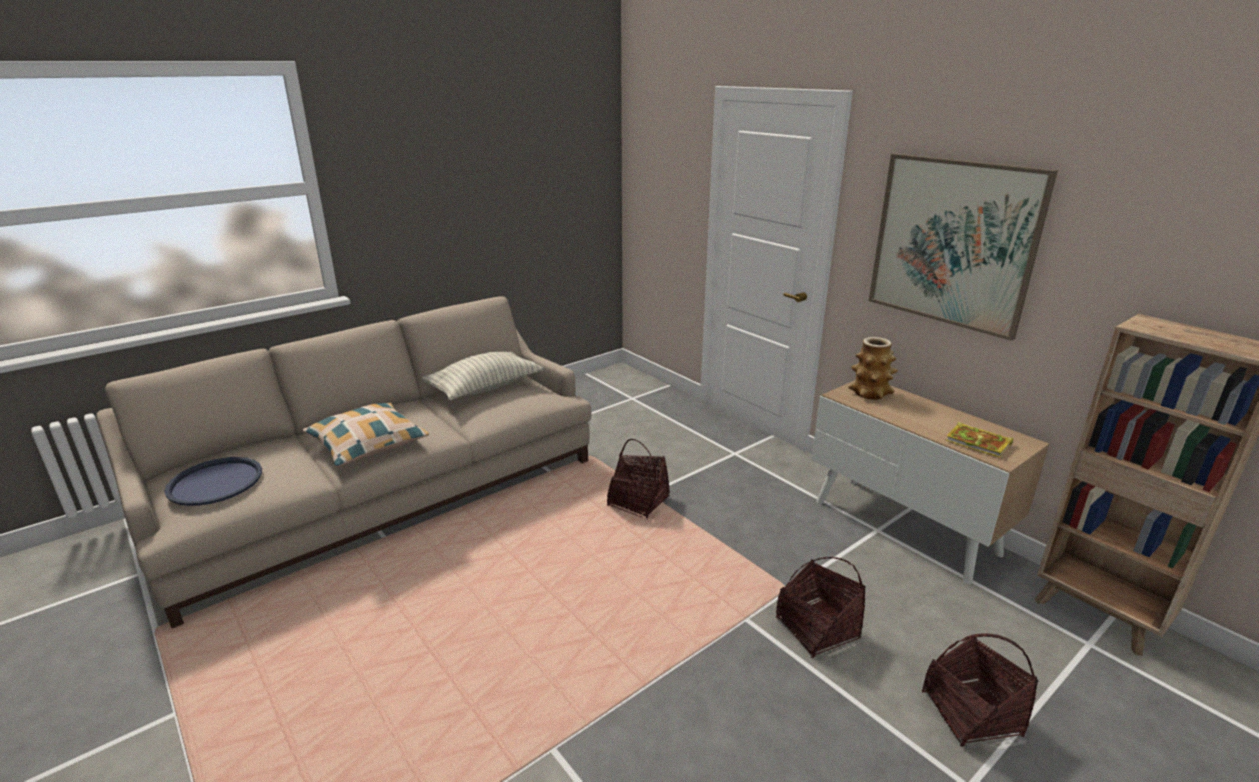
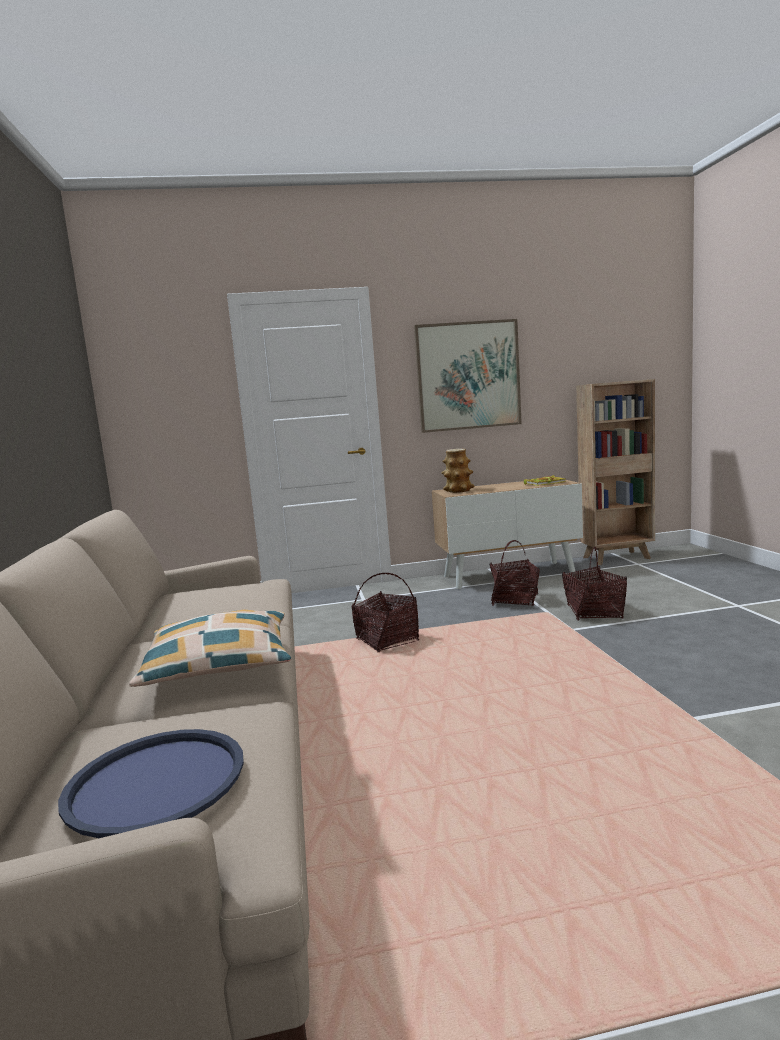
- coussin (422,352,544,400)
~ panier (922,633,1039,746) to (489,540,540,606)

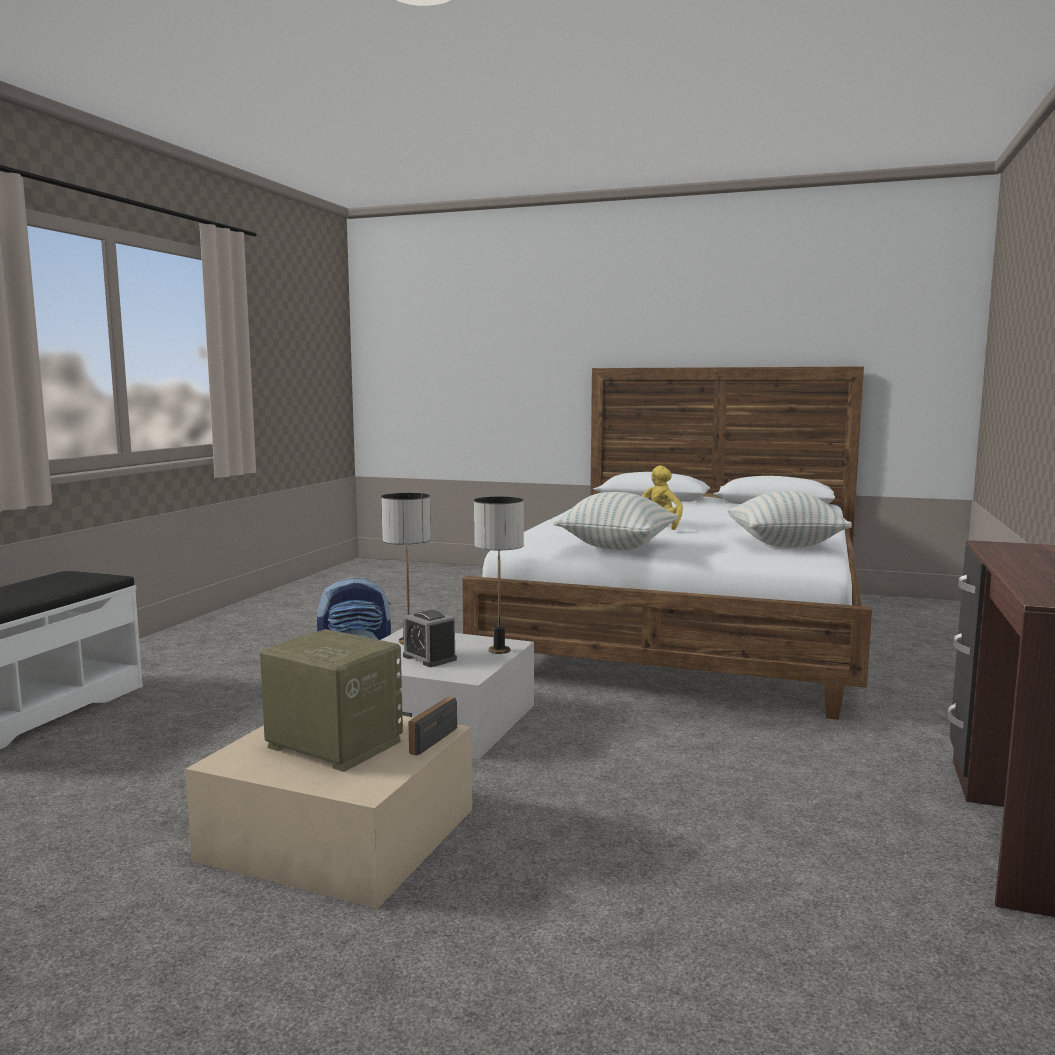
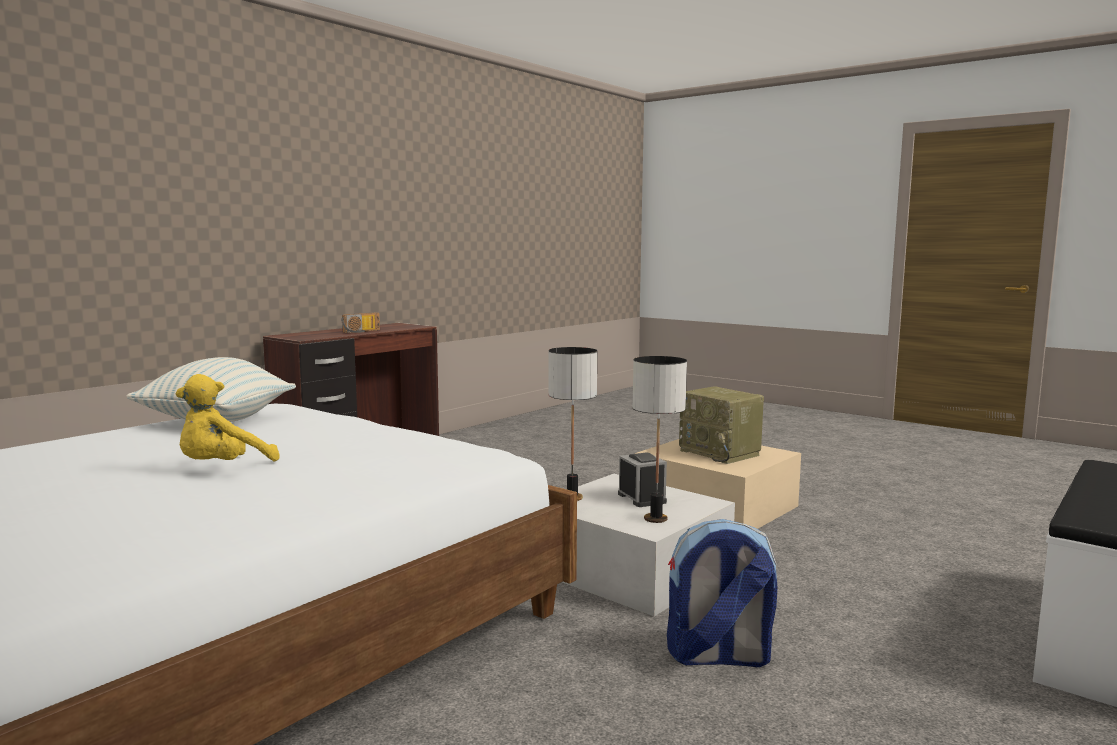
- coussin (553,492,678,550)
~ radio (408,697,457,755) to (341,312,380,333)

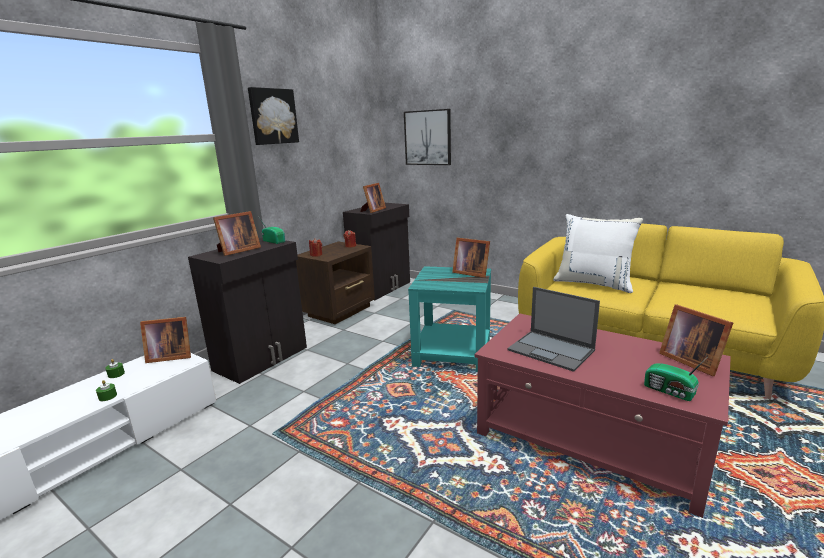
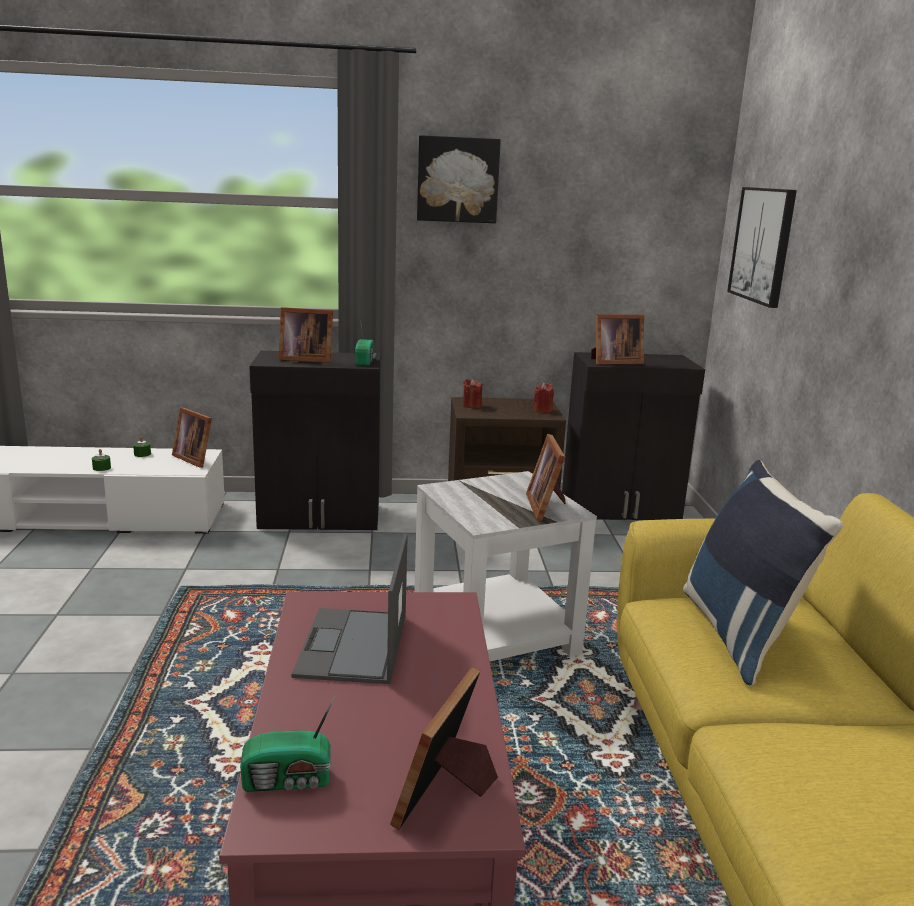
~ coussin/blanc (553,214,643,293) to coussin/bleu (683,460,843,686)
~ table d'appoint/turquoise (408,266,491,372) to table d'appoint/blanc (414,471,597,661)
~ radio (644,358,707,401) = (240,695,336,792) 105 degrees counterclockwise

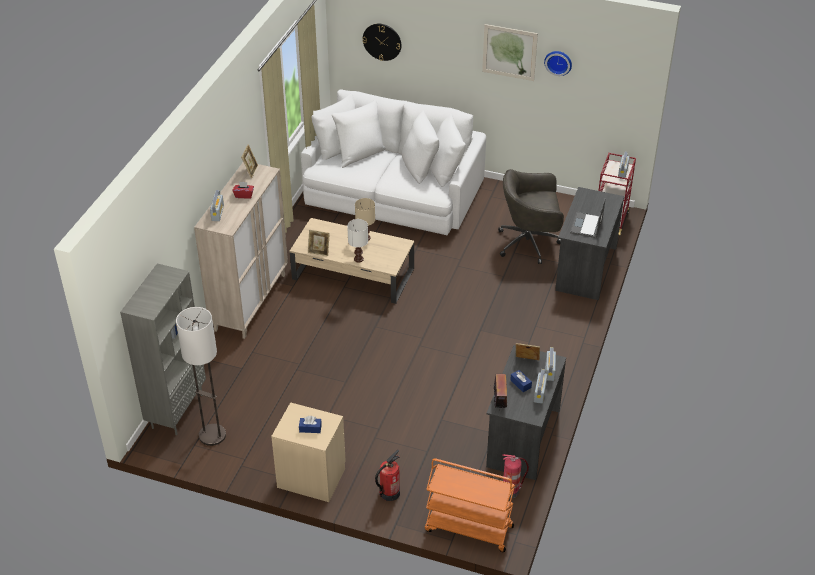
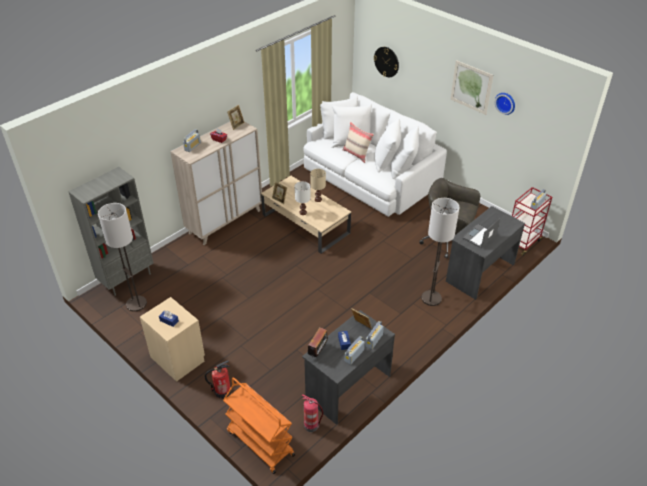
+ coussin/beige (343,122,374,163)
+ lampadaire (421,198,459,306)

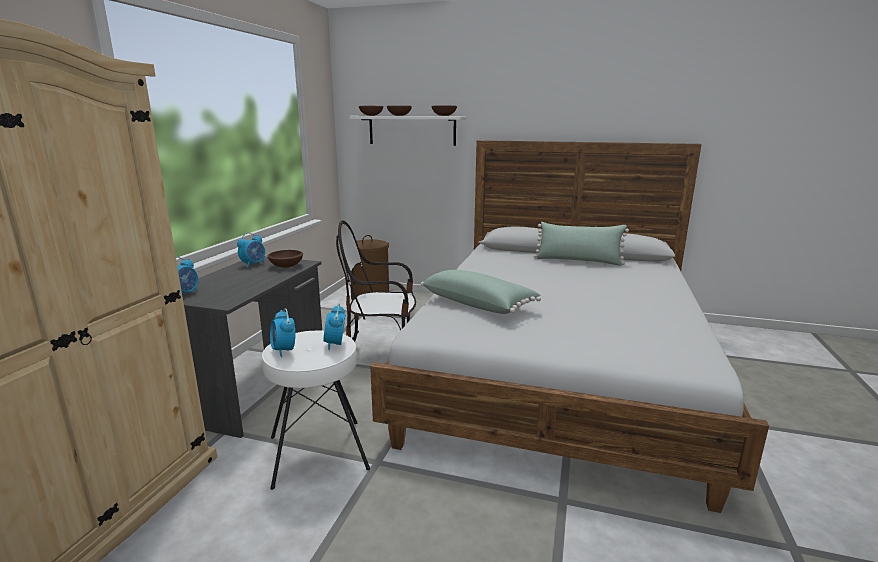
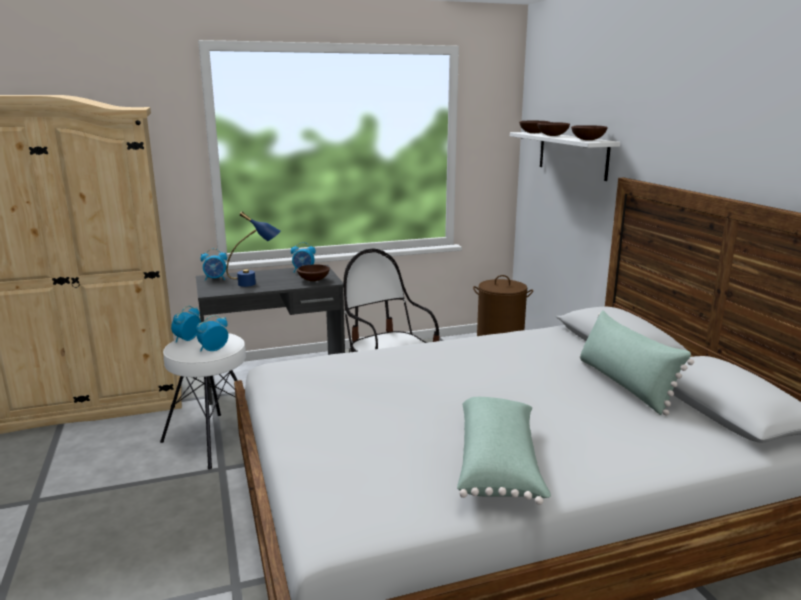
~ coussin/vert (421,270,541,314) to (457,397,551,505)
+ lampe de table/bleu (226,212,281,287)

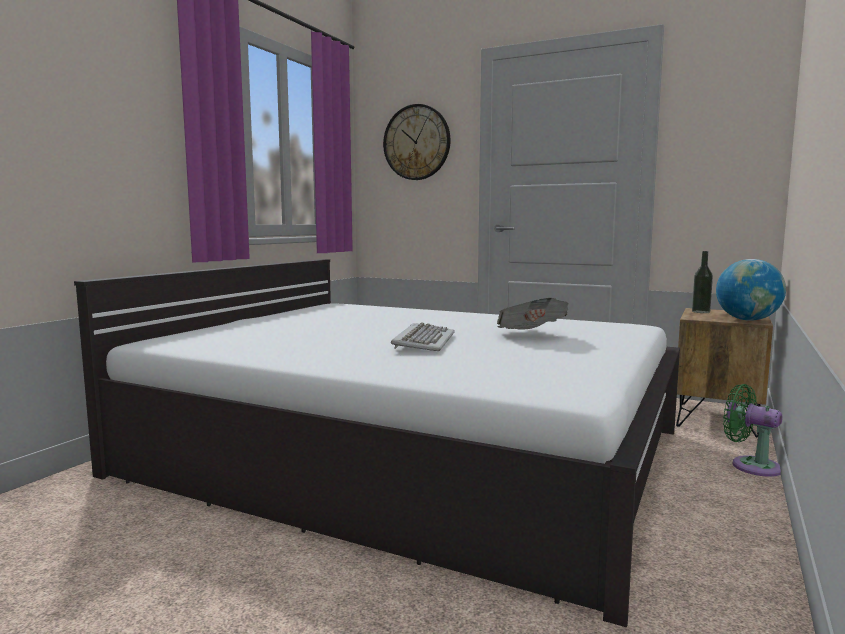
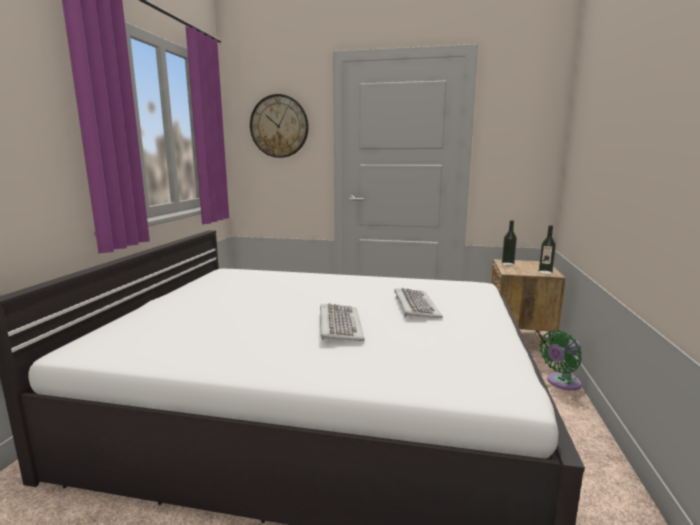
~ globe (716,259,786,321) to bouteille (539,225,556,274)
~ journal (497,298,569,330) to clavier (394,288,443,318)
~ ventilateur/vert (723,384,782,477) = (540,330,582,390) 60 degrees counterclockwise

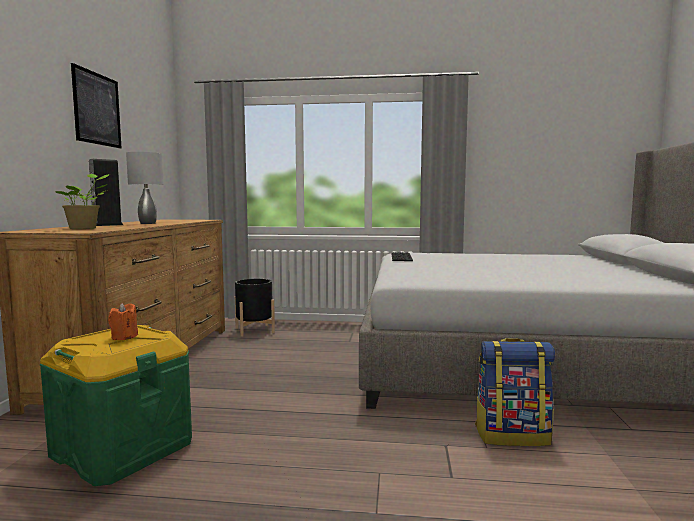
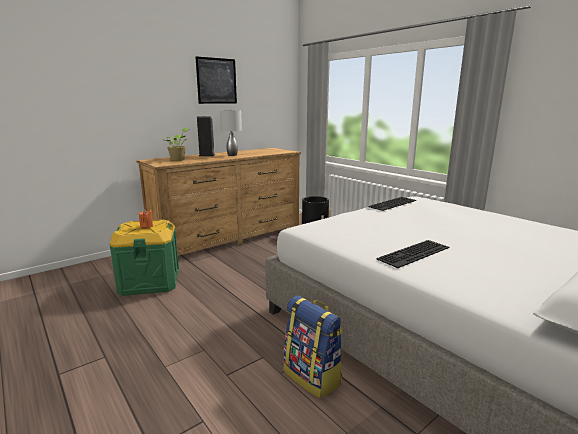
+ clavier (377,240,449,268)

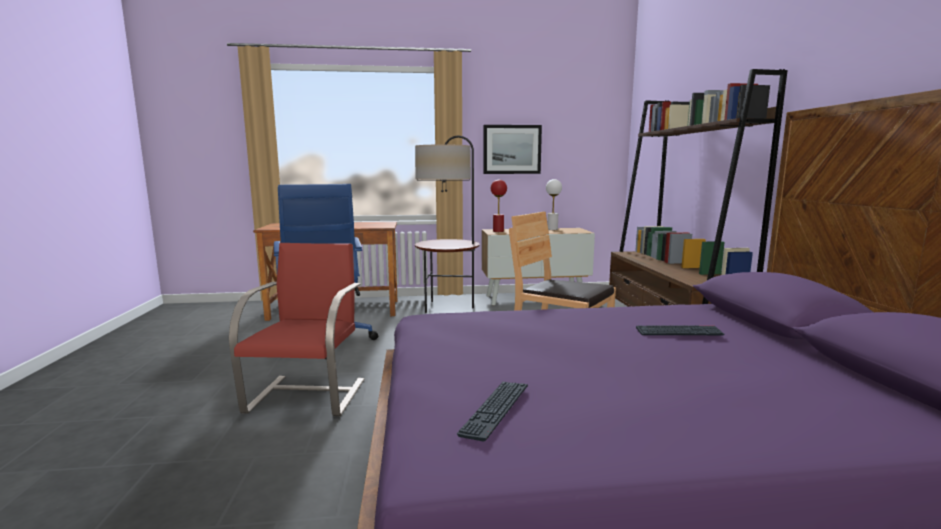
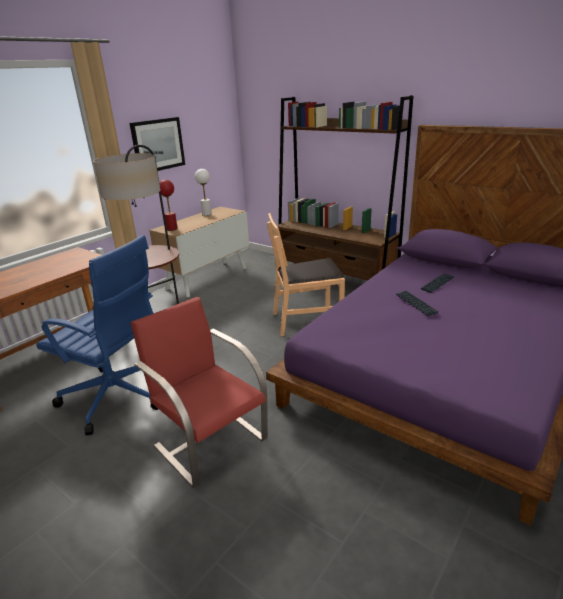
~ clavier (457,382,528,442) to (396,291,439,316)

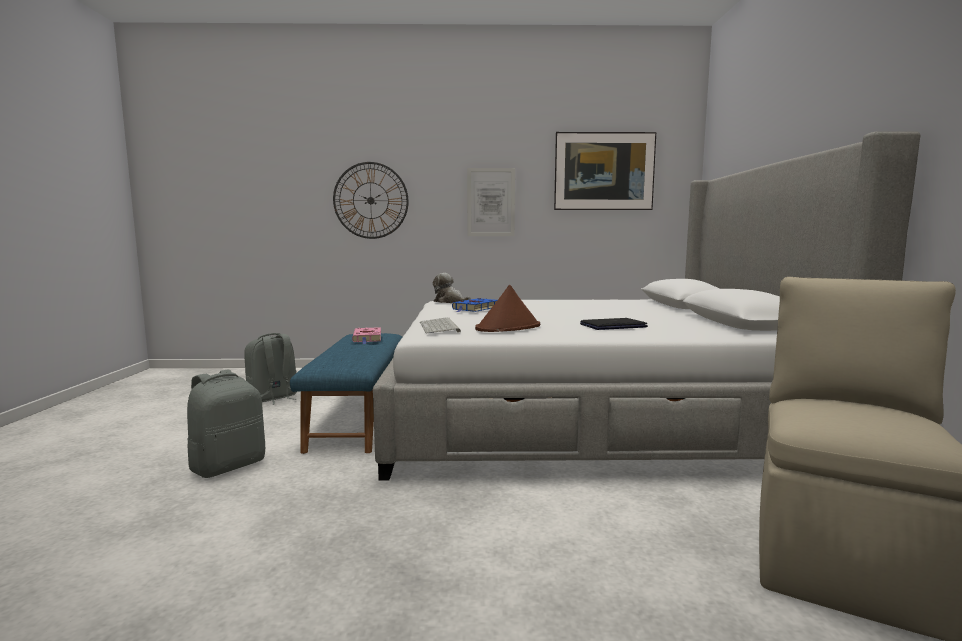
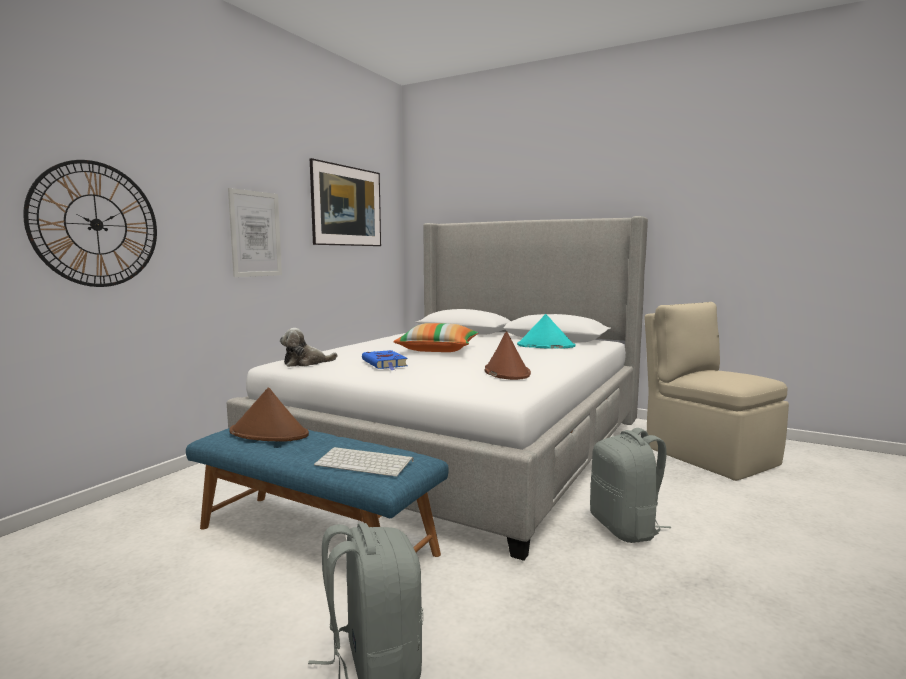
~ clavier (420,317,461,334) to (314,447,414,477)
- ordinateur portable (580,318,648,330)
~ livre/rose (352,327,381,344) to chapeau/marron (229,387,309,442)
~ sac à dos/gris (244,333,297,405) to (590,428,671,543)
+ chapeau/turquoise (517,314,575,349)
+ coussin (393,323,478,352)

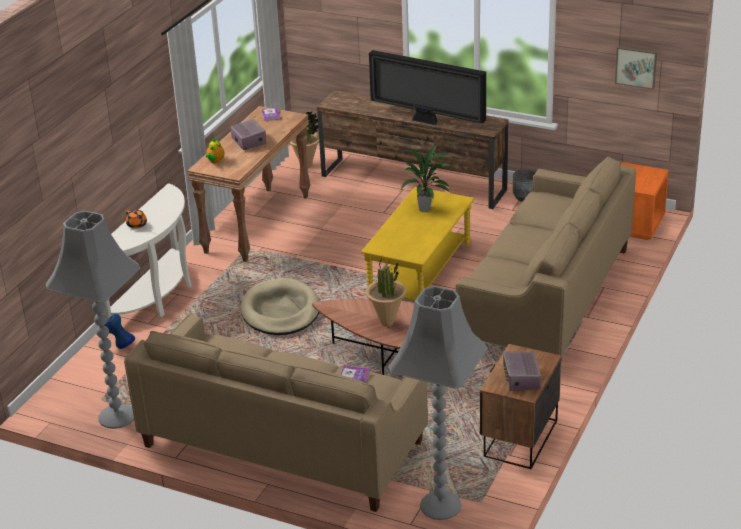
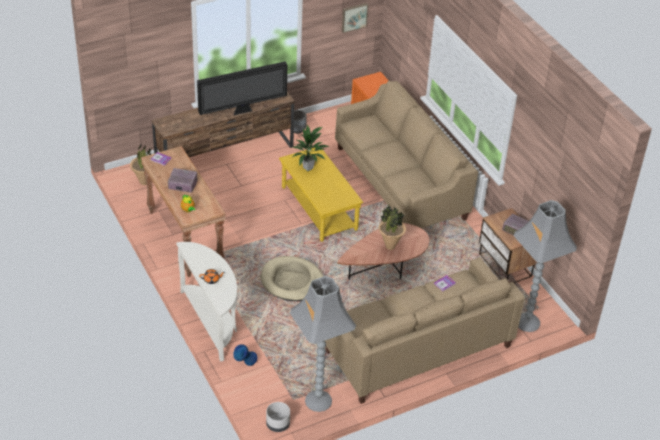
+ cache-pot/gris (266,402,290,432)

